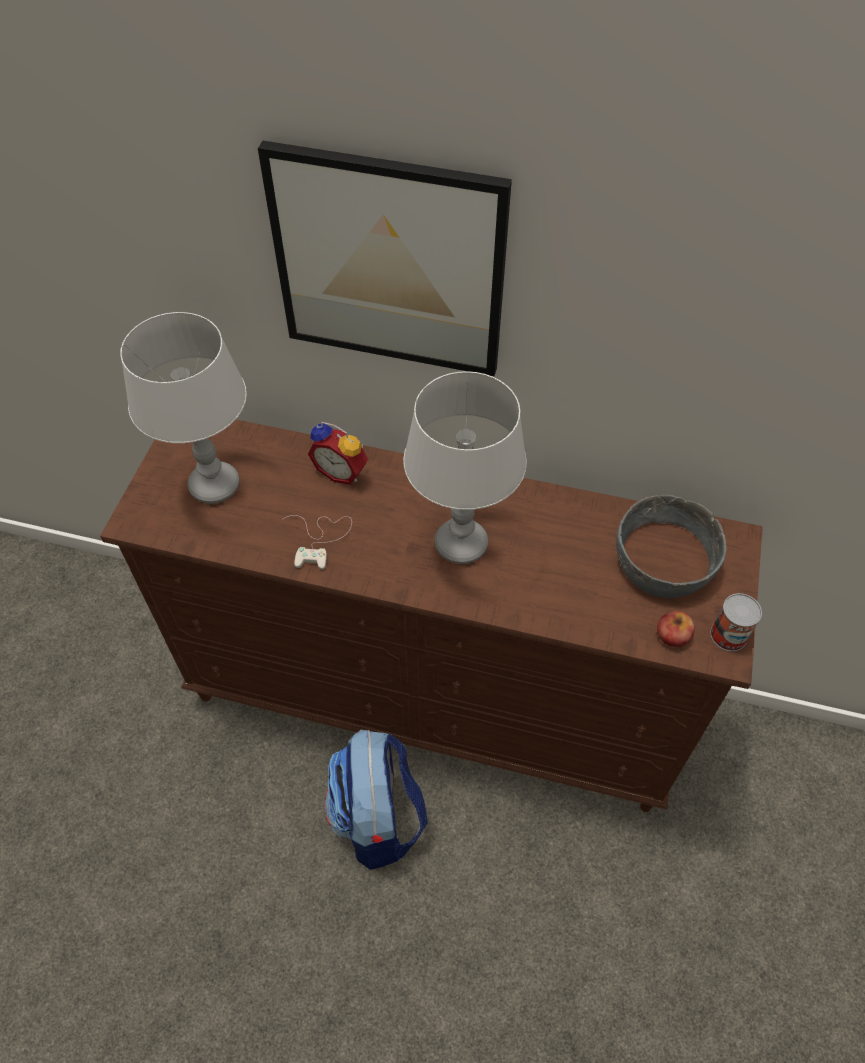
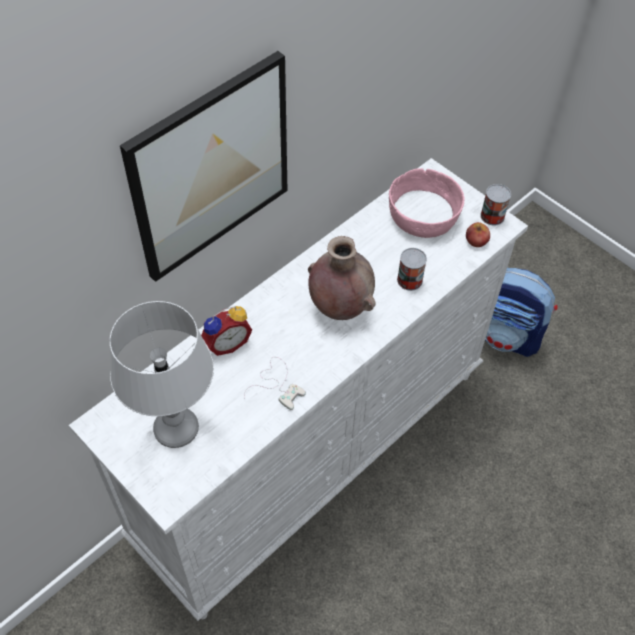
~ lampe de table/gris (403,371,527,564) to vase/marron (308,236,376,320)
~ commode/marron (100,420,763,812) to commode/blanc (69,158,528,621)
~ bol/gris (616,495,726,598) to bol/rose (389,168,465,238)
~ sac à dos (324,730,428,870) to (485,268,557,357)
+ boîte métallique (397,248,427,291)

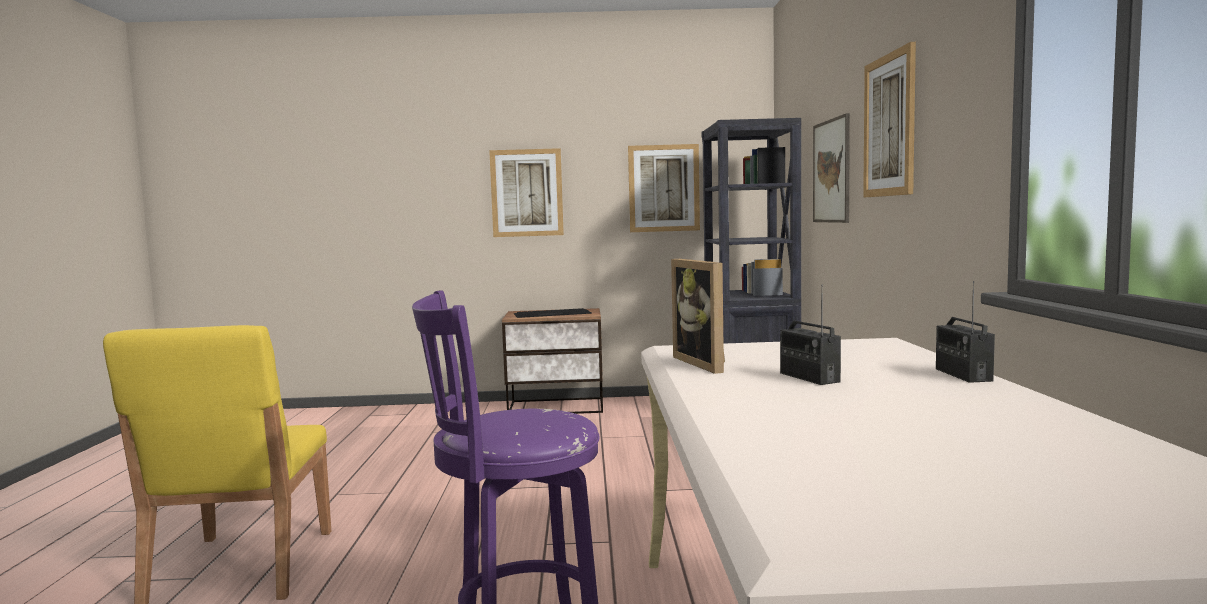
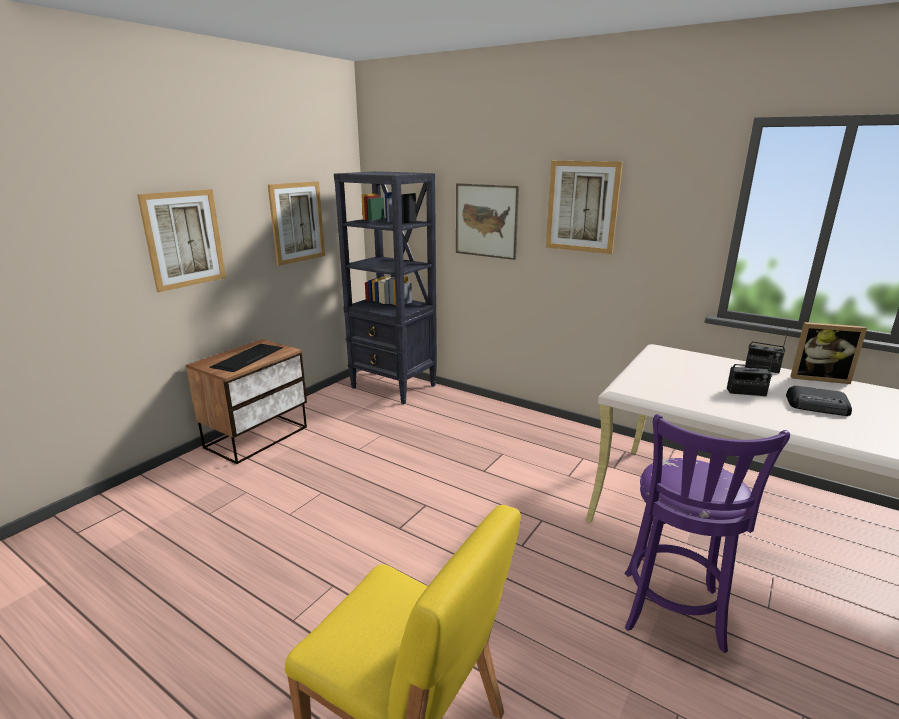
~ cadre photo (671,259,725,374) to (790,322,867,384)
+ radio (786,386,852,416)

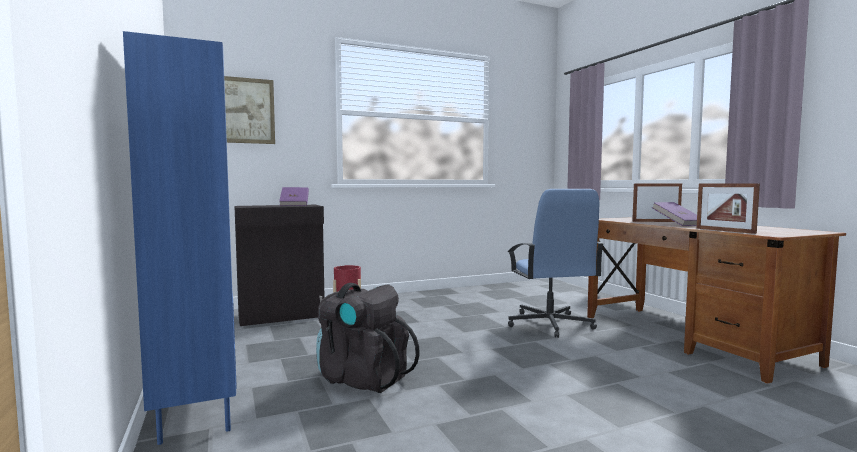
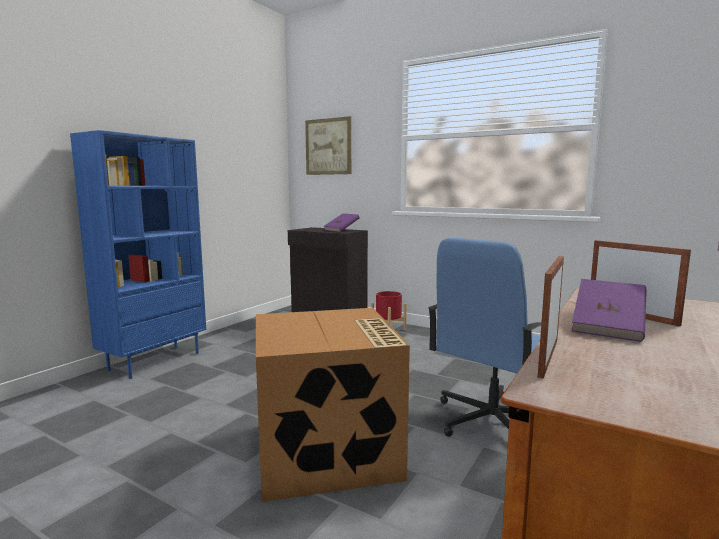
- sac à dos/noir (316,283,420,393)
+ carton (256,308,410,502)

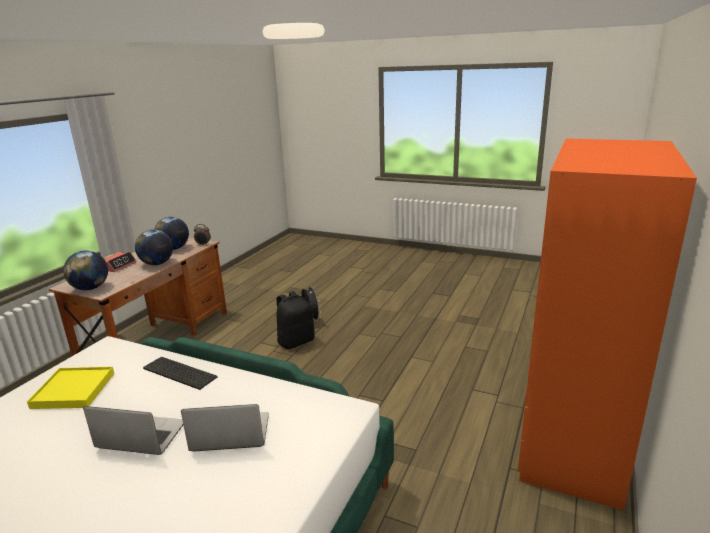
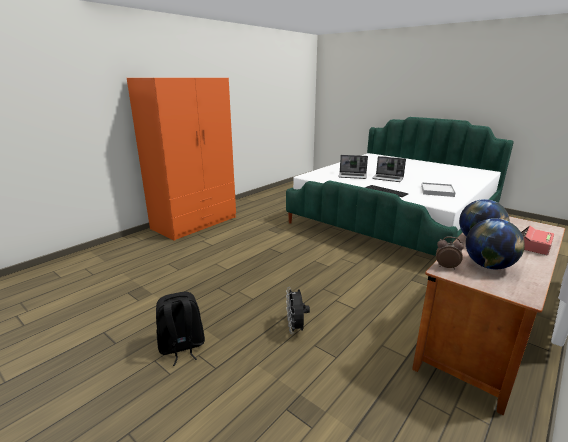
- globe (63,251,108,290)
~ sac à dos/noir (277,291,315,349) to (156,292,205,366)
~ plateau/jaune (27,367,114,409) to plateau/blanc (421,182,456,197)

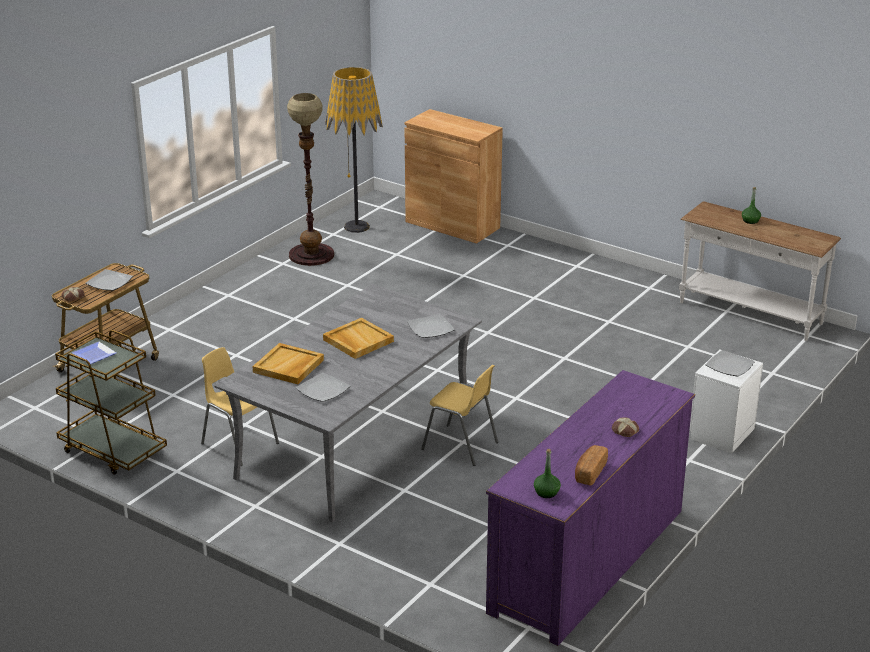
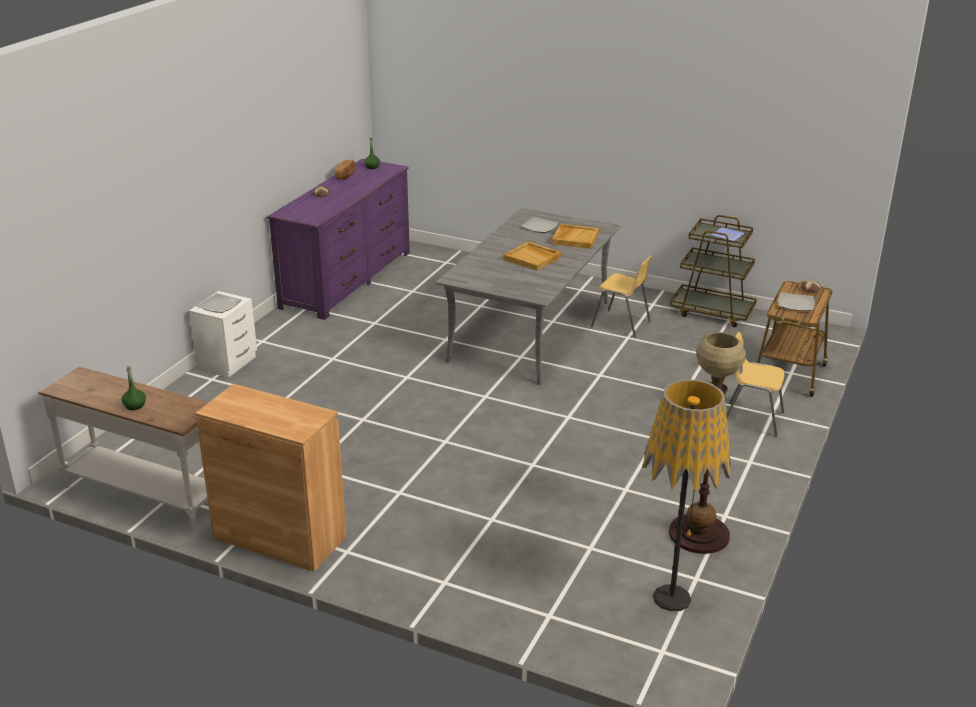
~ meuble de rangement/marron (404,109,503,243) to (195,384,346,572)
- assiette (407,314,455,338)
~ chaise/jaune (421,365,498,466) to (726,332,785,437)

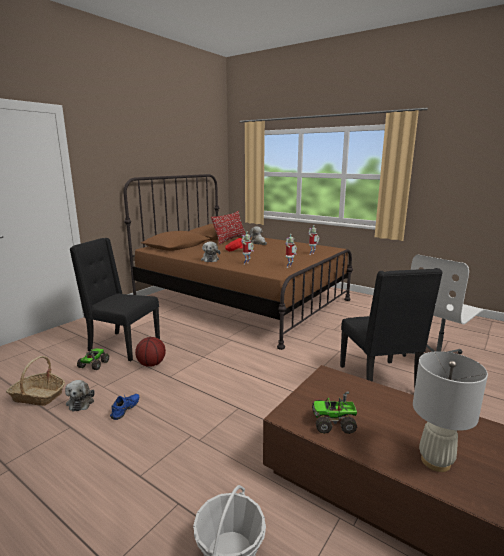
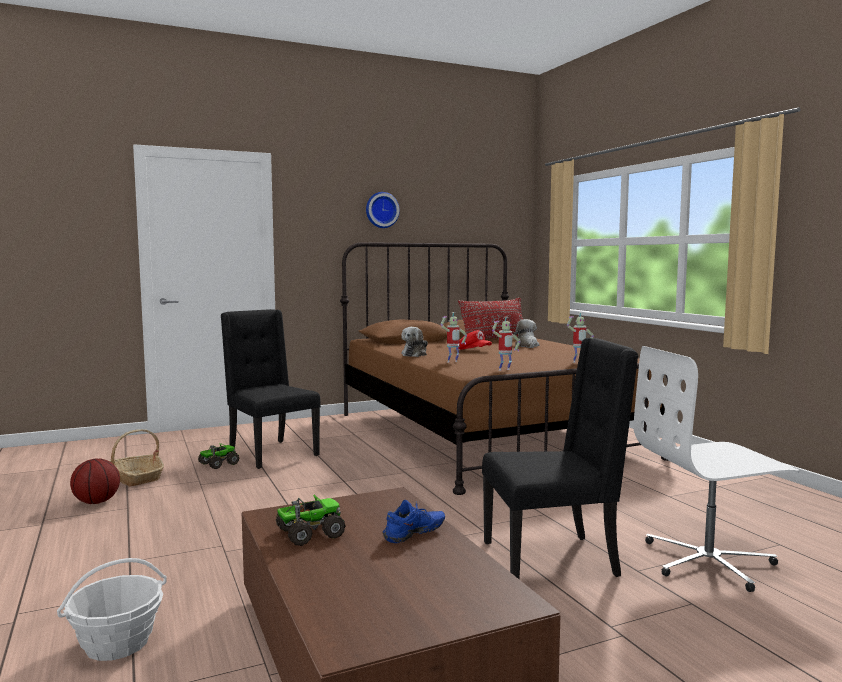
~ chaise/noir (340,268,443,390) = (482,338,639,579) 120 degrees counterclockwise
~ ballon de basket (135,337,166,367) to (70,458,120,504)
- lampe de table/blanc (413,351,488,472)
- peluche (65,380,94,412)
~ camion jouet (312,391,357,434) = (276,495,346,546) 120 degrees clockwise
~ chaussure/bleu (110,394,139,420) to (383,500,445,543)
+ horloge murale (366,192,400,228)

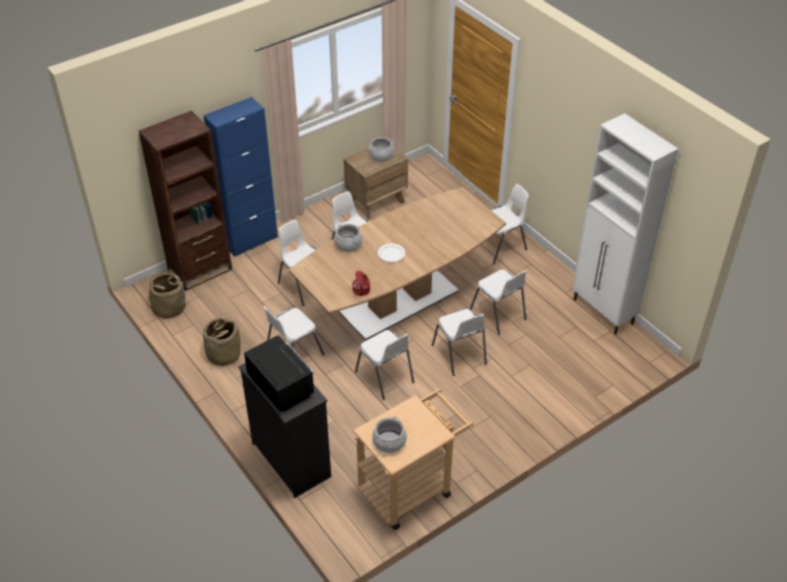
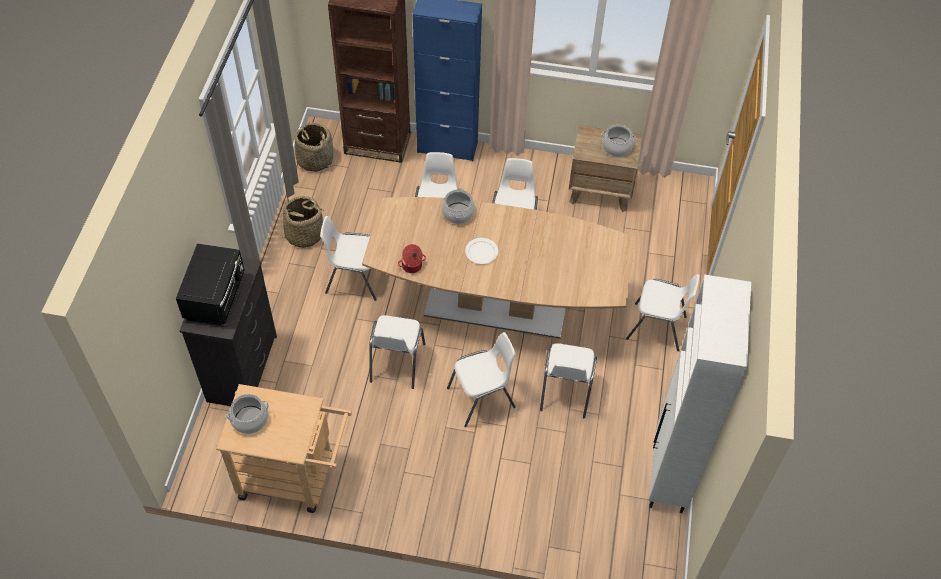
~ chaise/blanc (432,309,487,376) = (447,332,516,427) 135 degrees counterclockwise

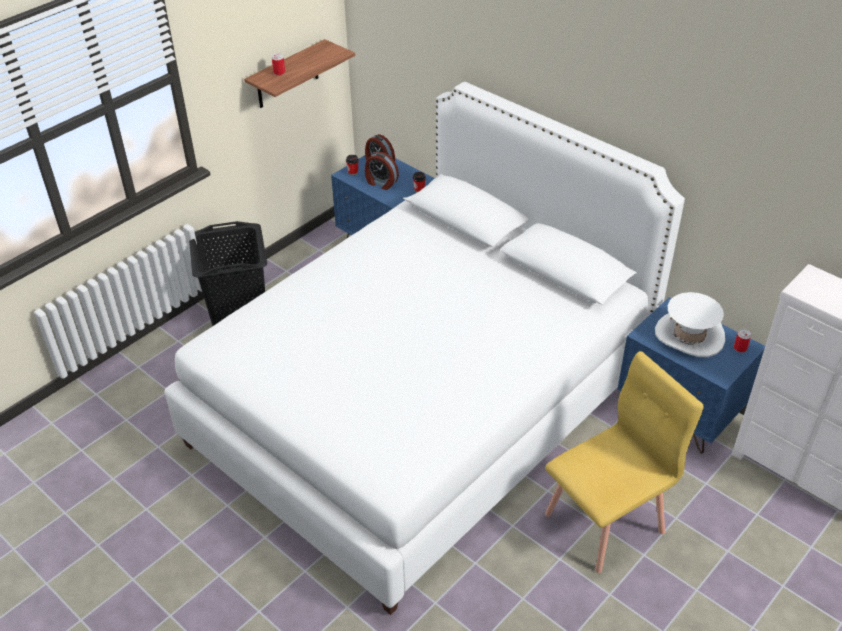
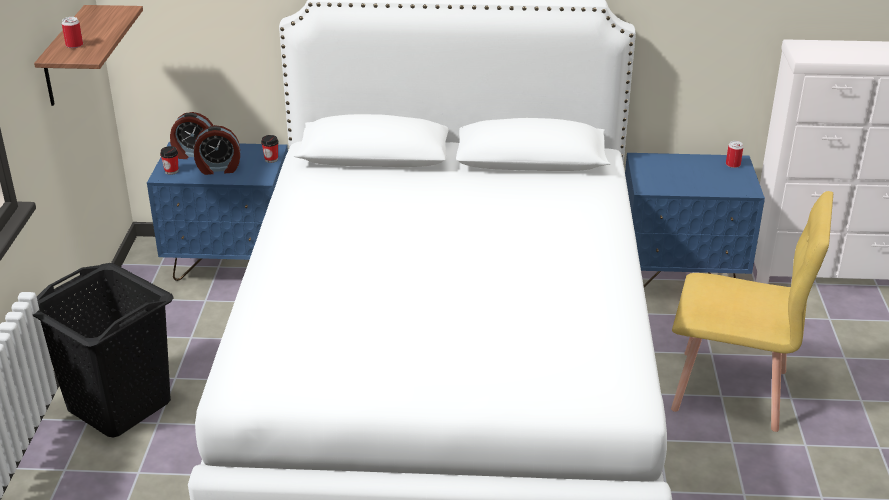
- chapeau/blanc (655,292,725,357)
~ chaise/jaune (545,351,703,573) = (671,191,833,432) 90 degrees clockwise

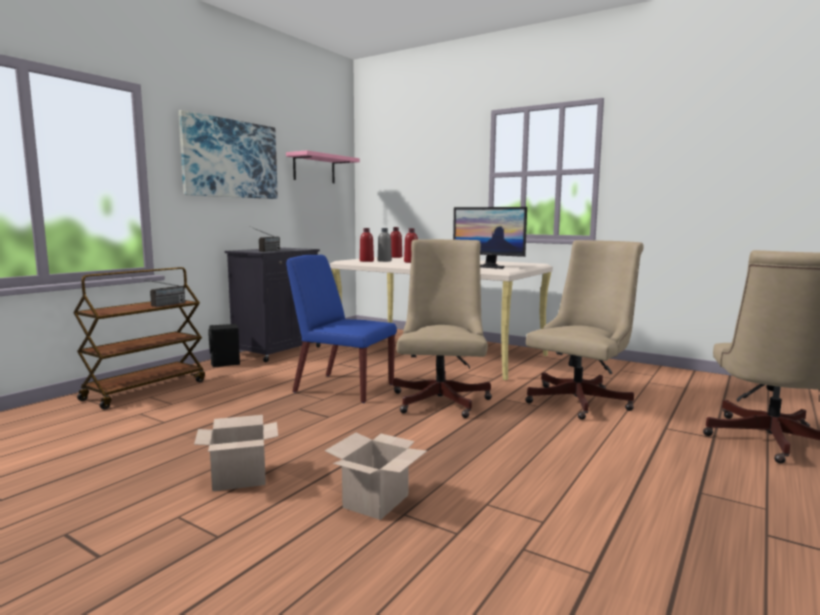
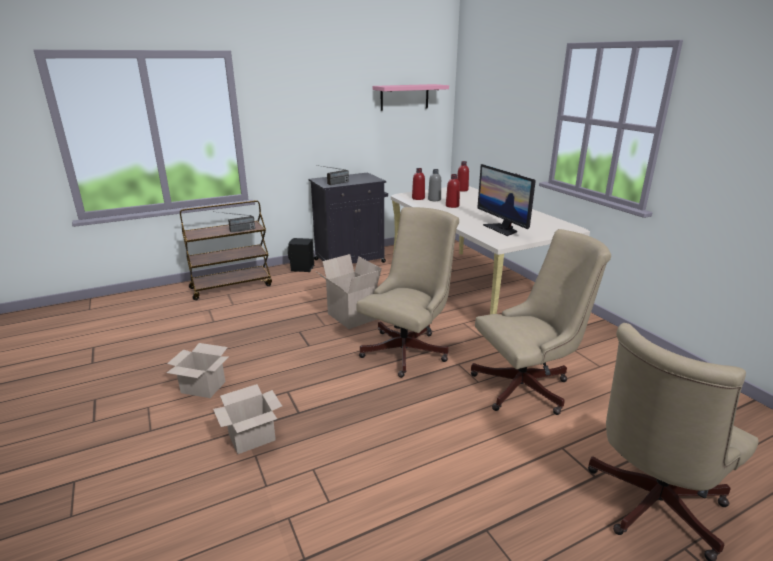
- tableau (178,110,278,199)
~ chaise/bleu (286,255,397,403) to carton (317,254,382,329)

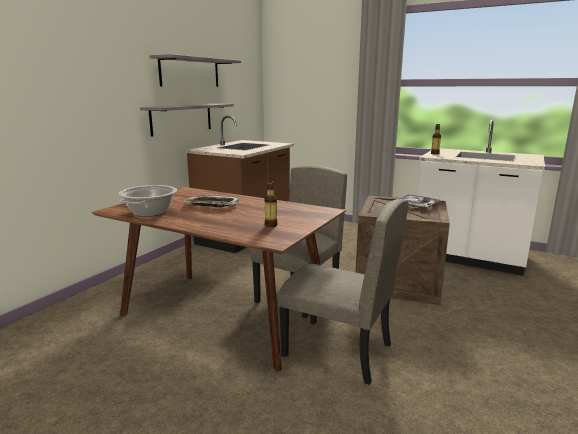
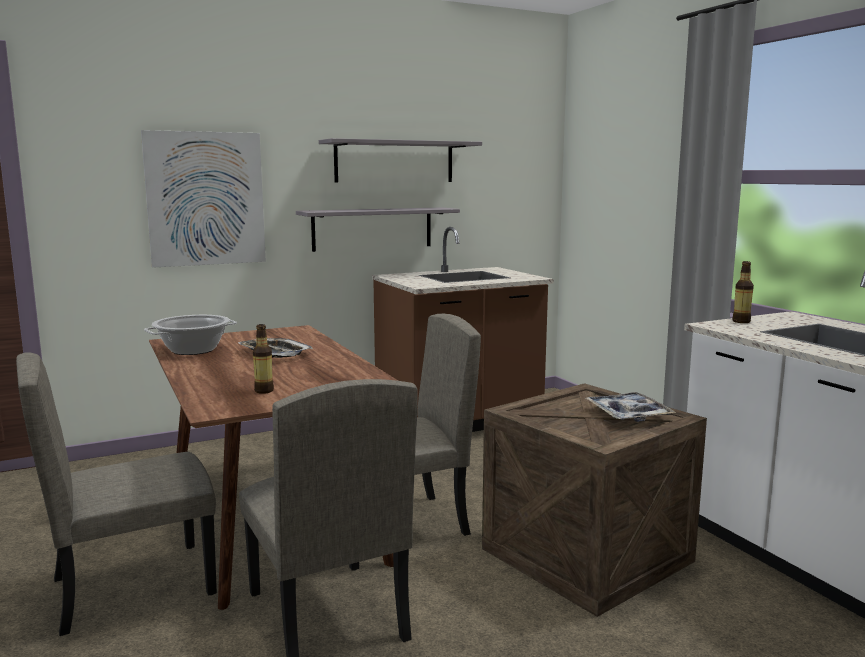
+ tableau (141,130,266,268)
+ chaise/beige (16,352,217,636)

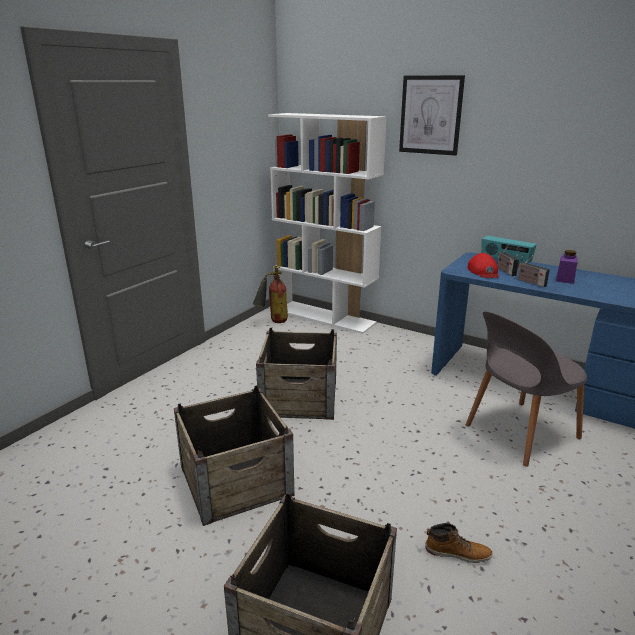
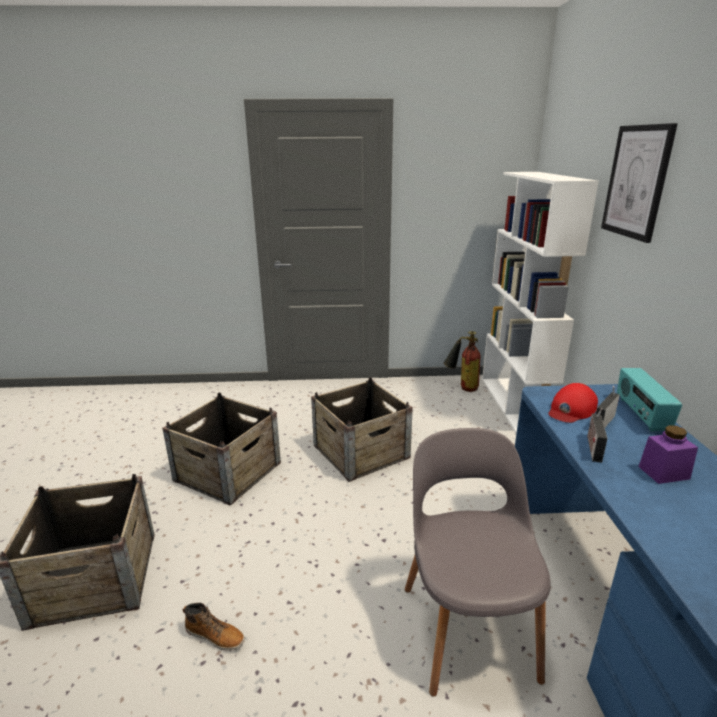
~ chaise/gris (466,311,587,467) = (405,428,551,697) 60 degrees clockwise
~ botte (425,523,492,563) = (183,603,245,651) 45 degrees counterclockwise

